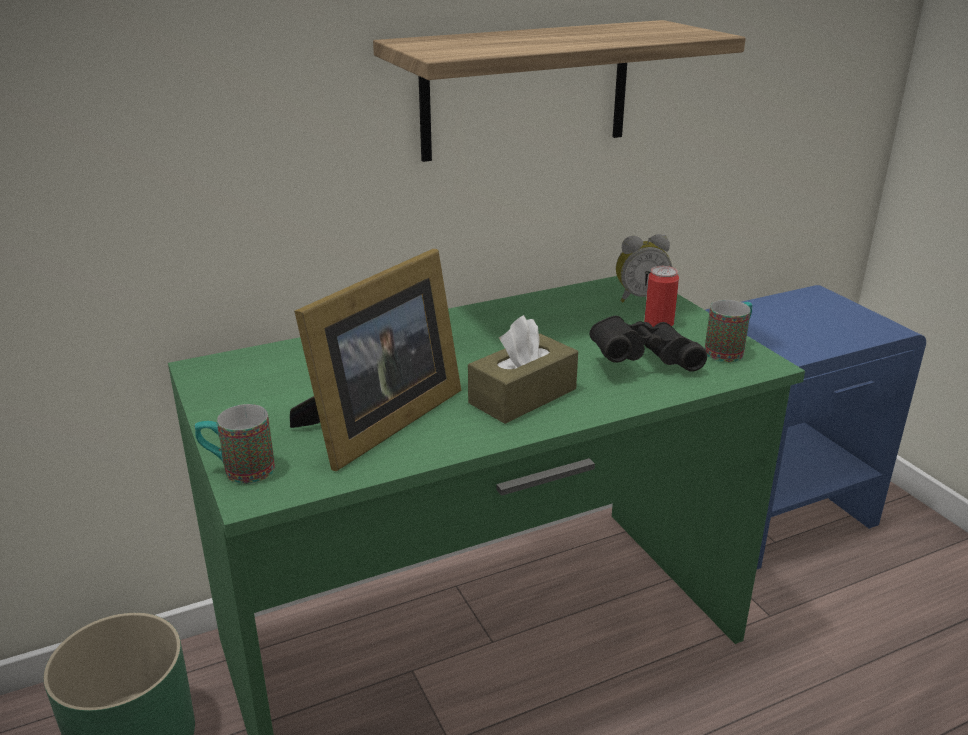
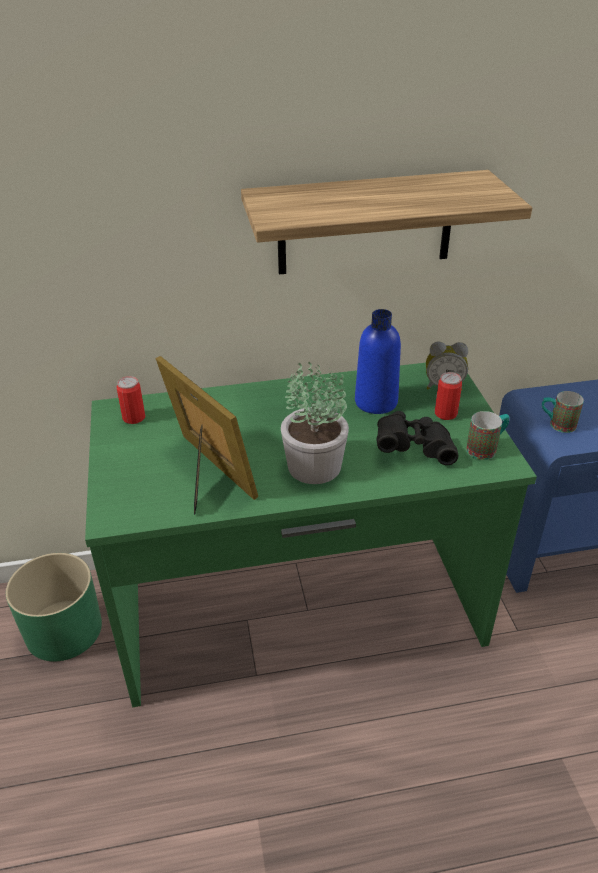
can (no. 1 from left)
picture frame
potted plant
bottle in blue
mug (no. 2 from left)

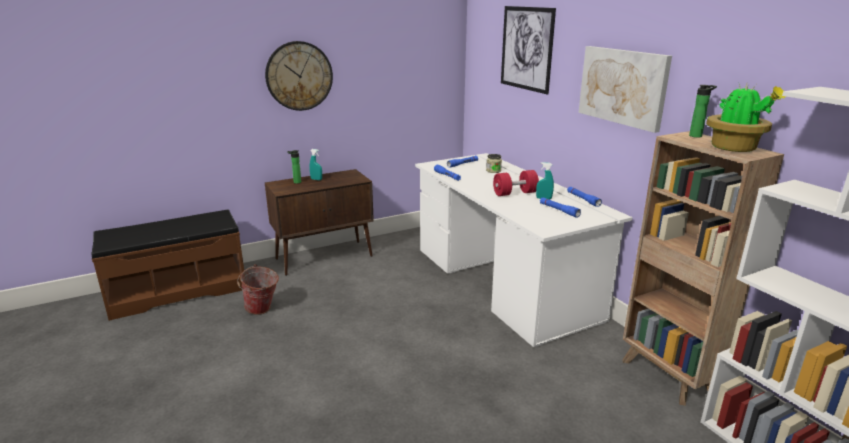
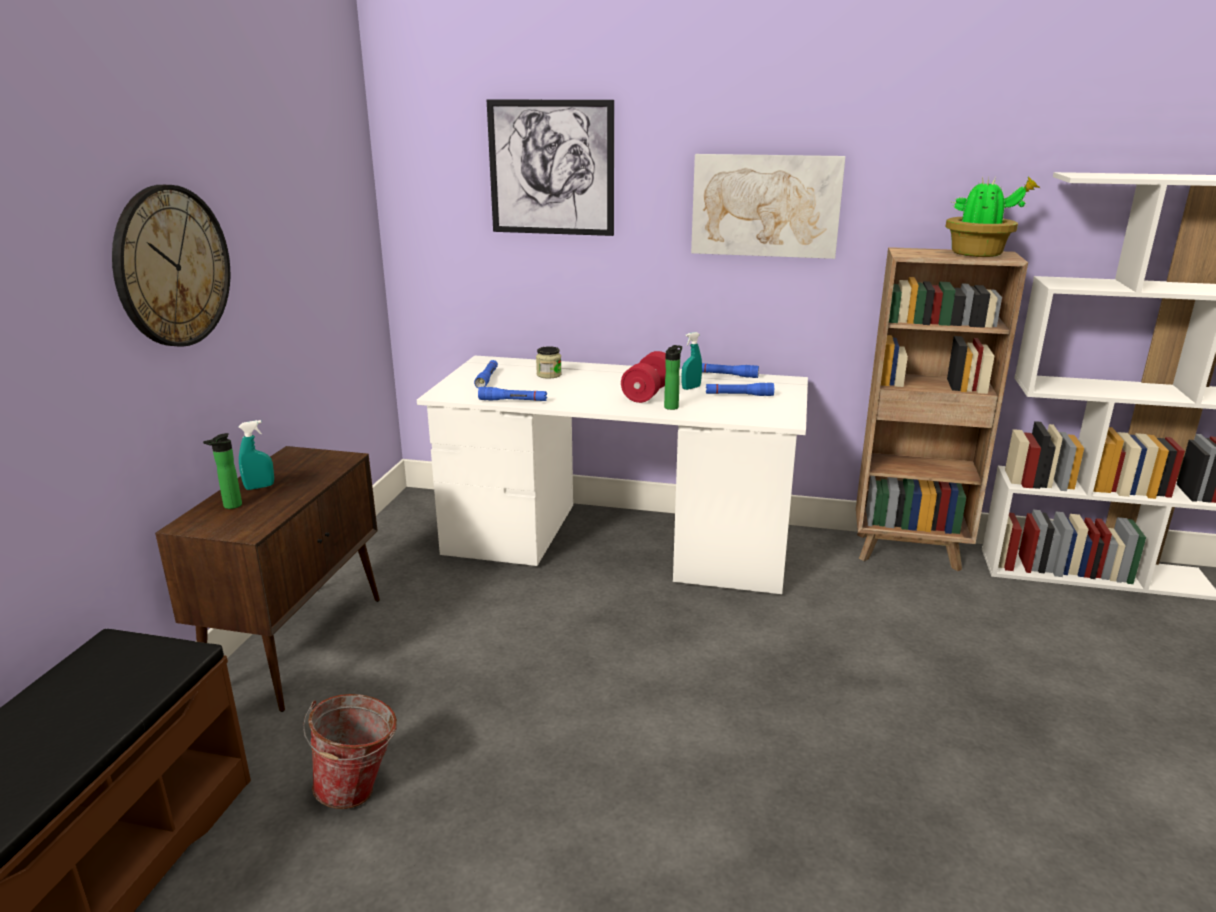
bottle (no. 2 from left)

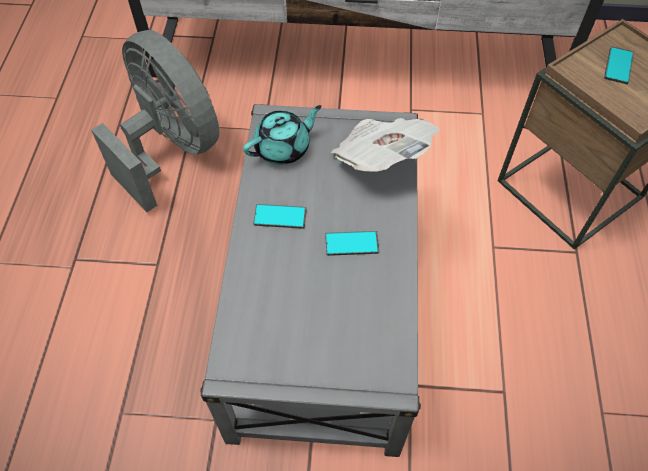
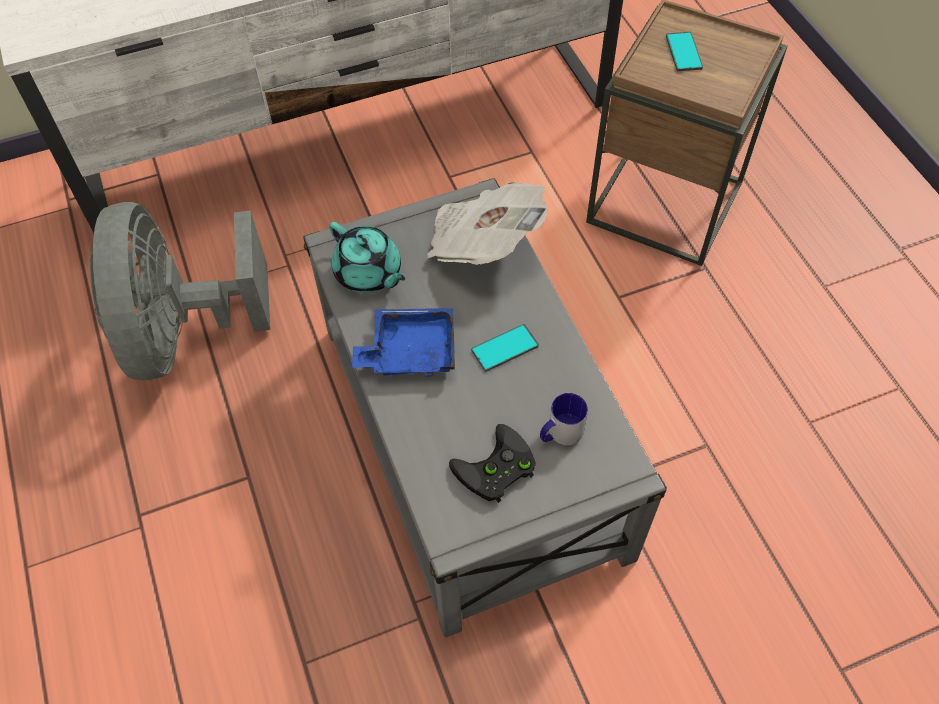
fan in grey
teapot in turquoise
tray in blue
game controller in black
mug

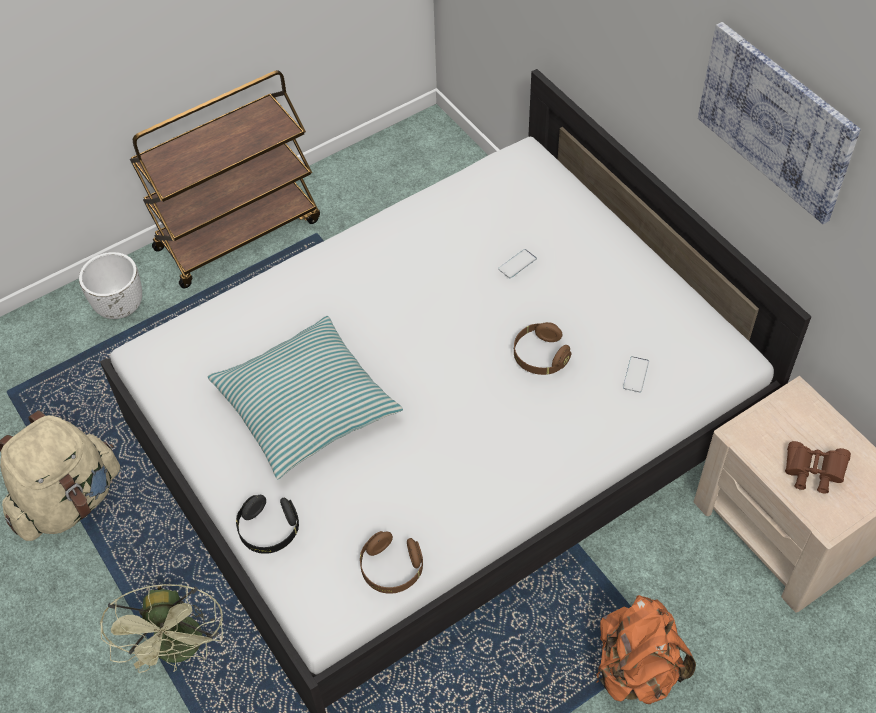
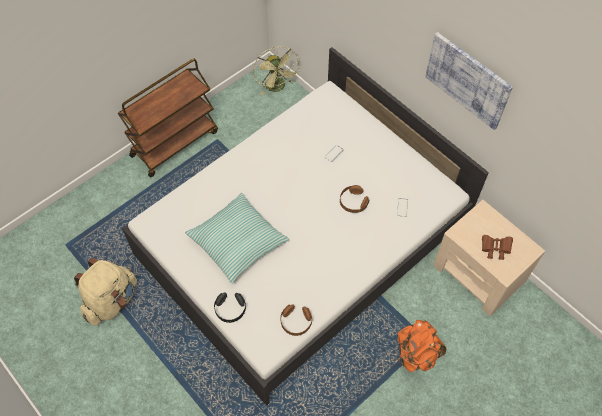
fan in green
planter in white

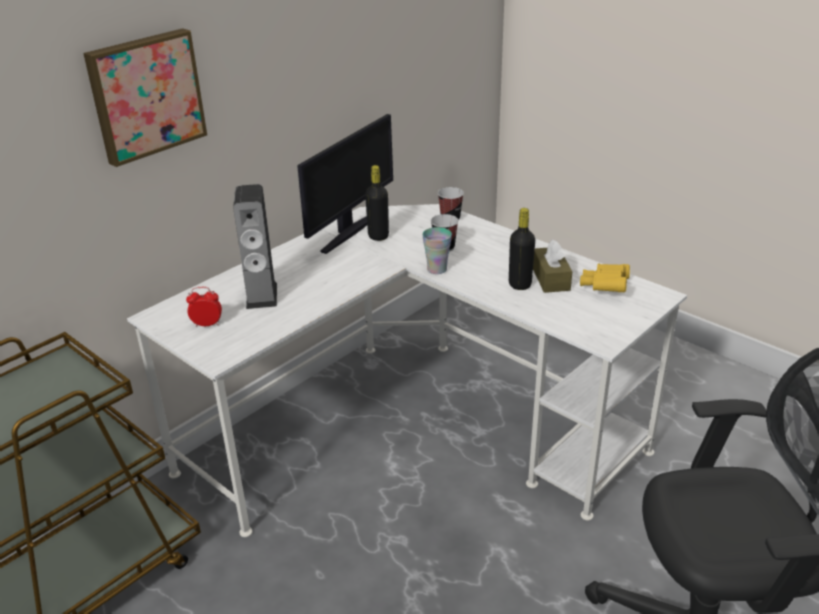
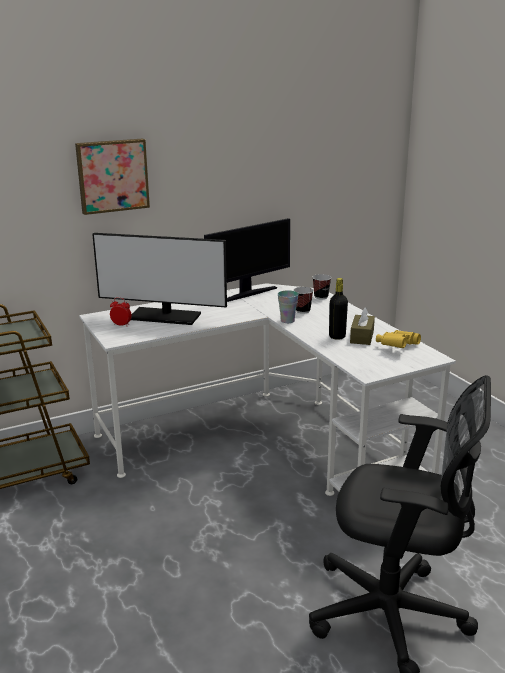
monitor (no. 1 from left)
bottle in black (no. 1 from left in the first image)

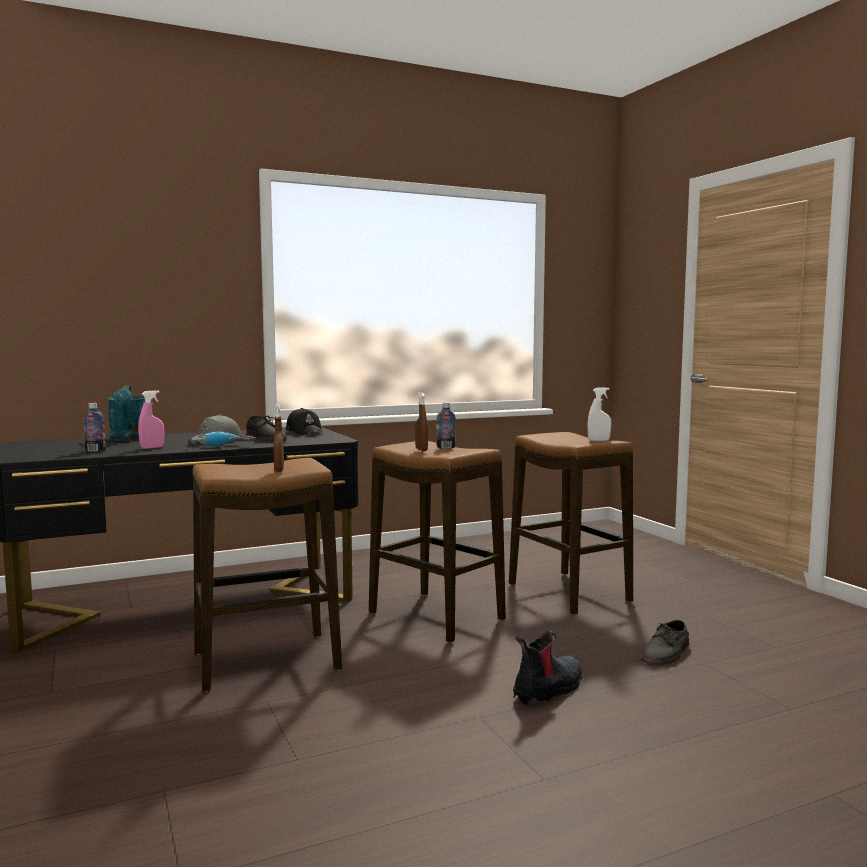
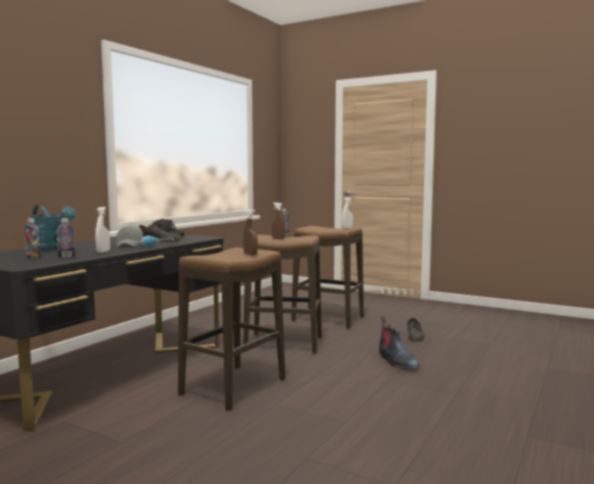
bottle (no. 1 from left)
spray bottle in white (no. 1 from left)
boot

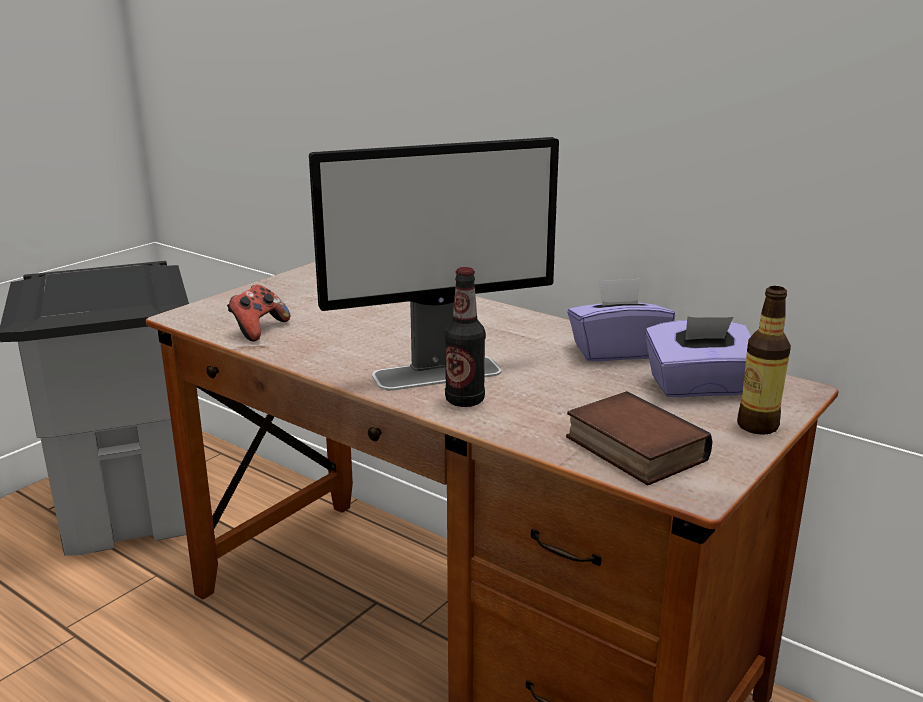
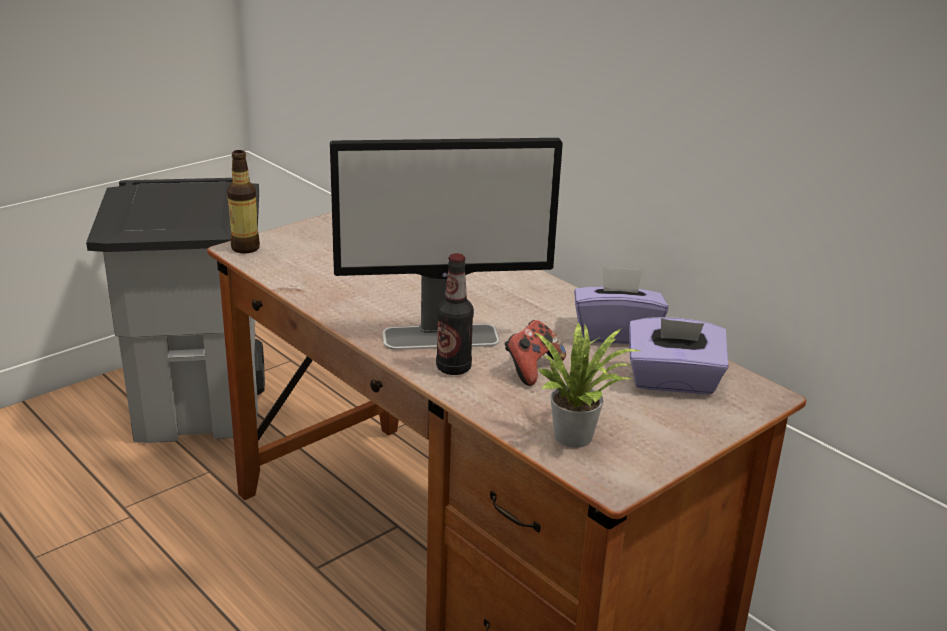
bottle (no. 1 from left)
game controller
potted plant

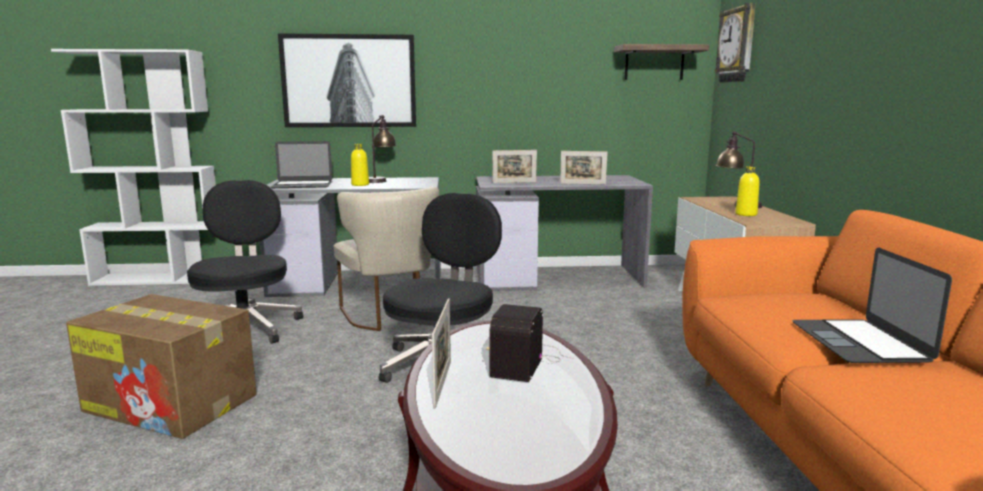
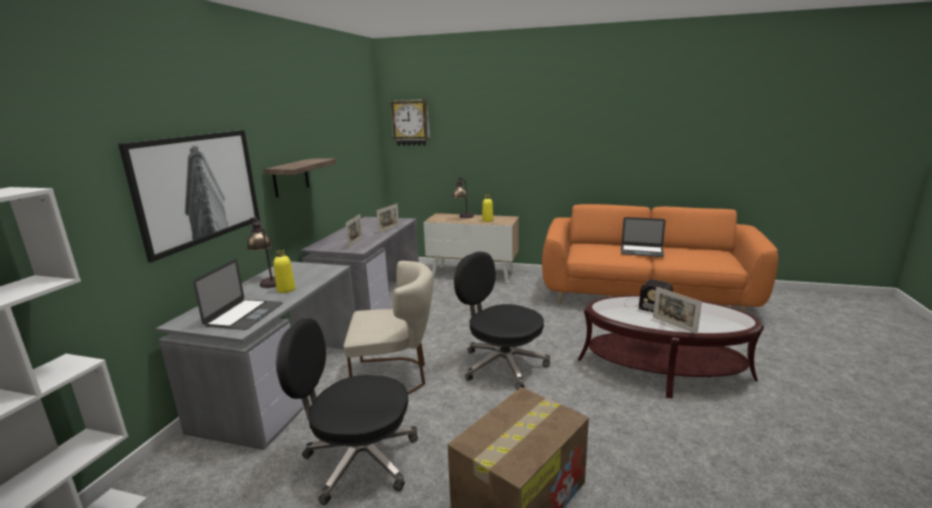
shelf
picture frame (no. 3 from left)

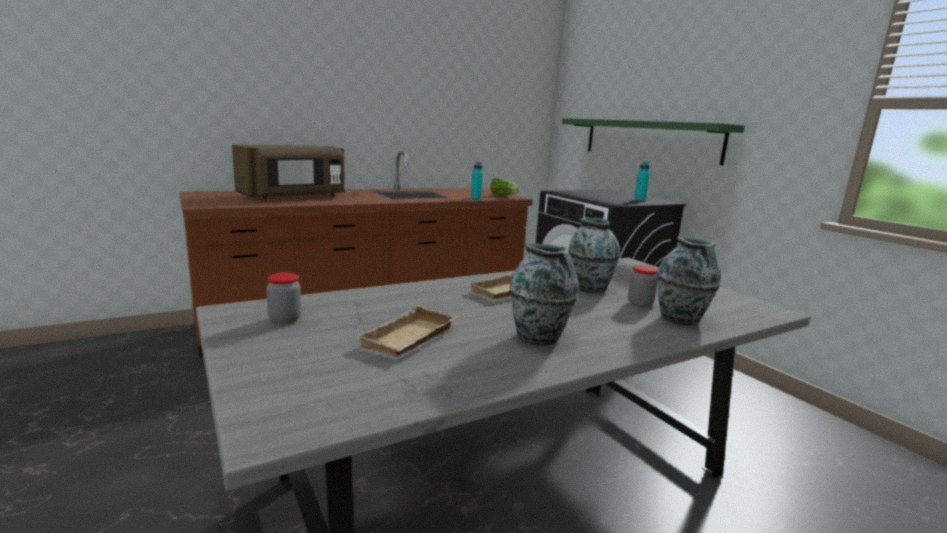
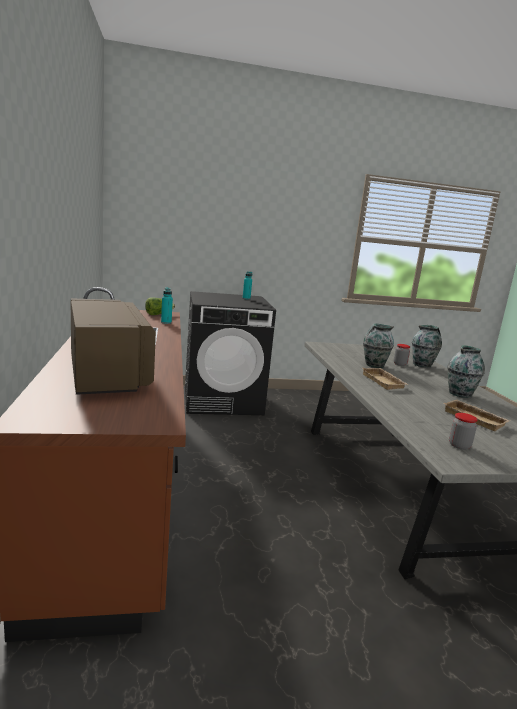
shelf in green

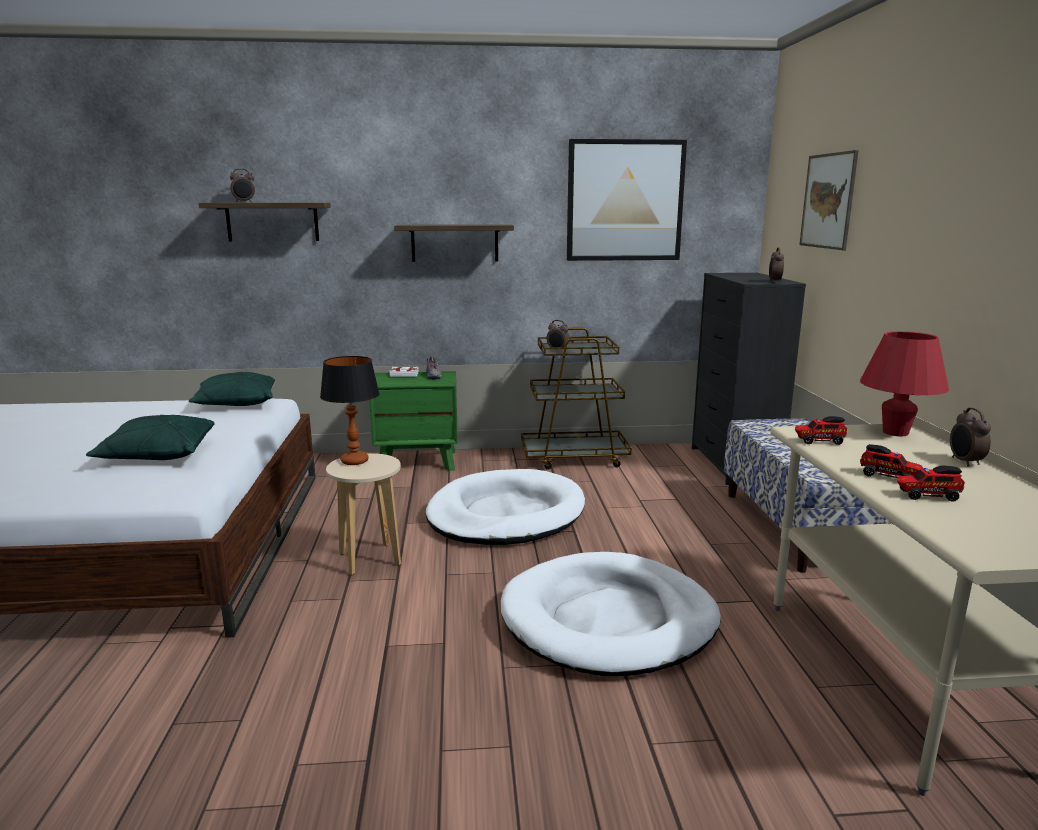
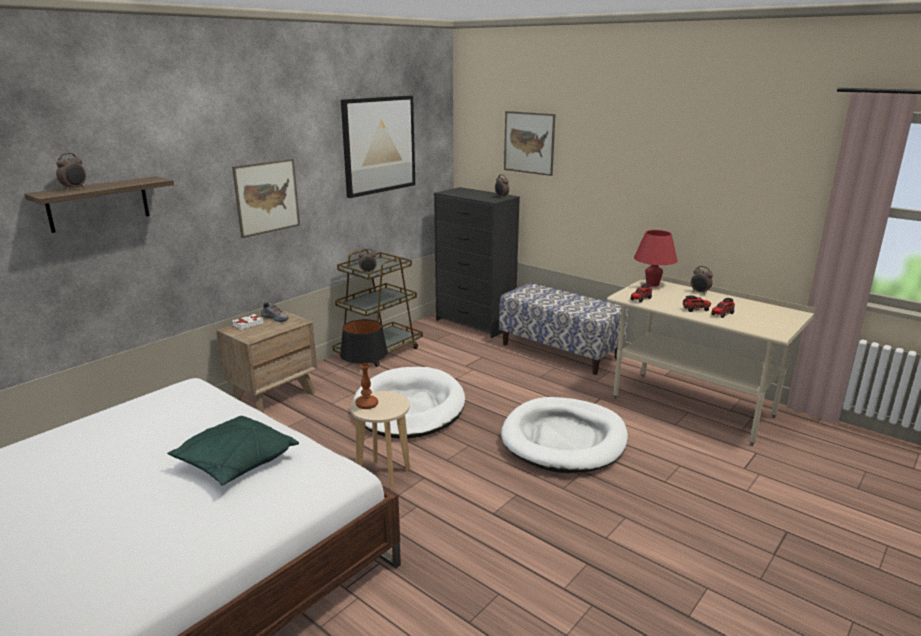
nightstand in brown
picture (no. 1 from left)
pillow in green (no. 2 from left in the first image)

